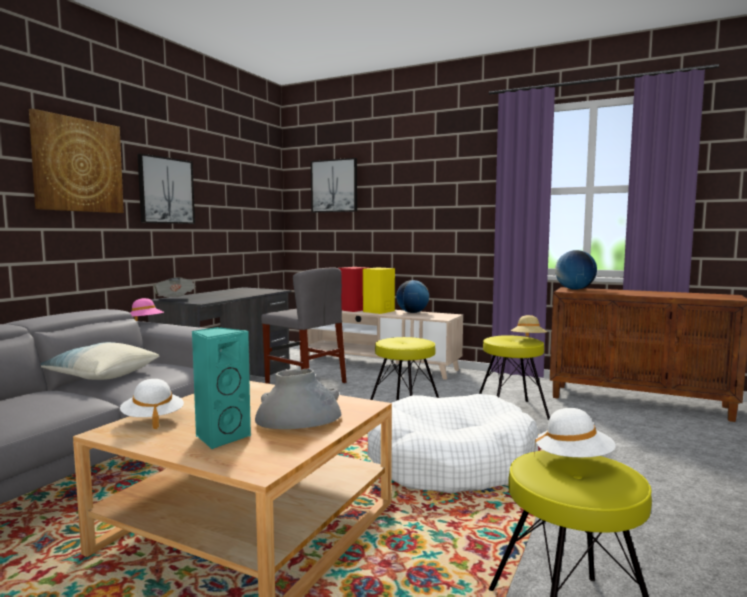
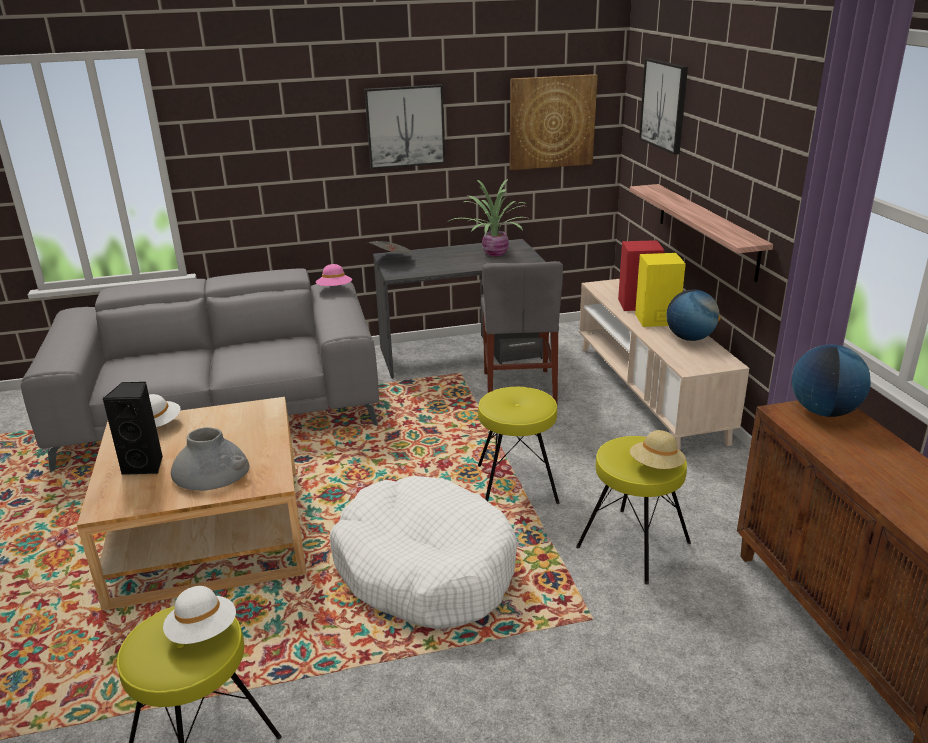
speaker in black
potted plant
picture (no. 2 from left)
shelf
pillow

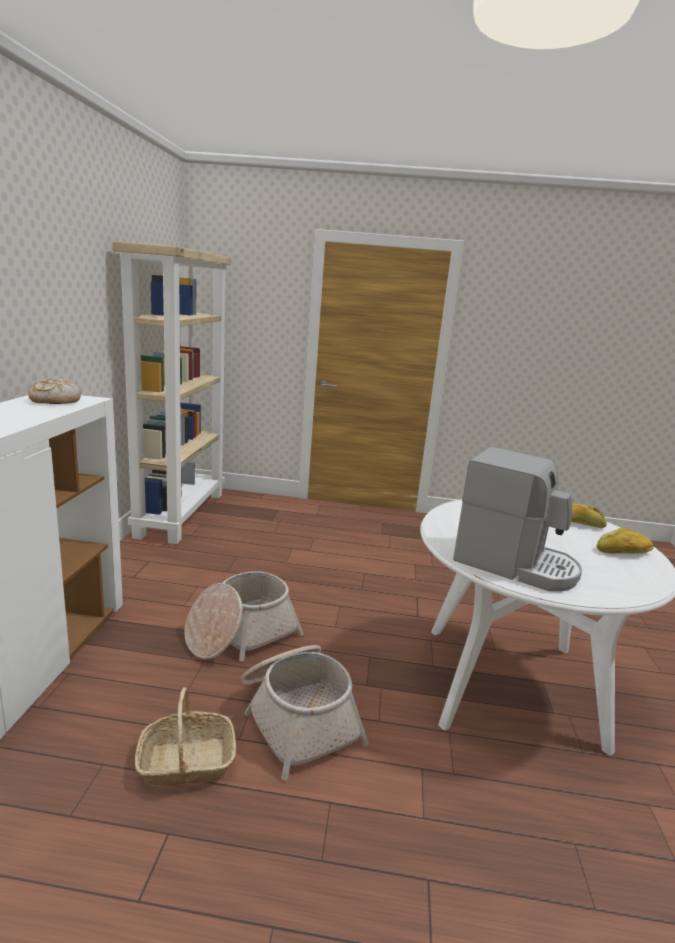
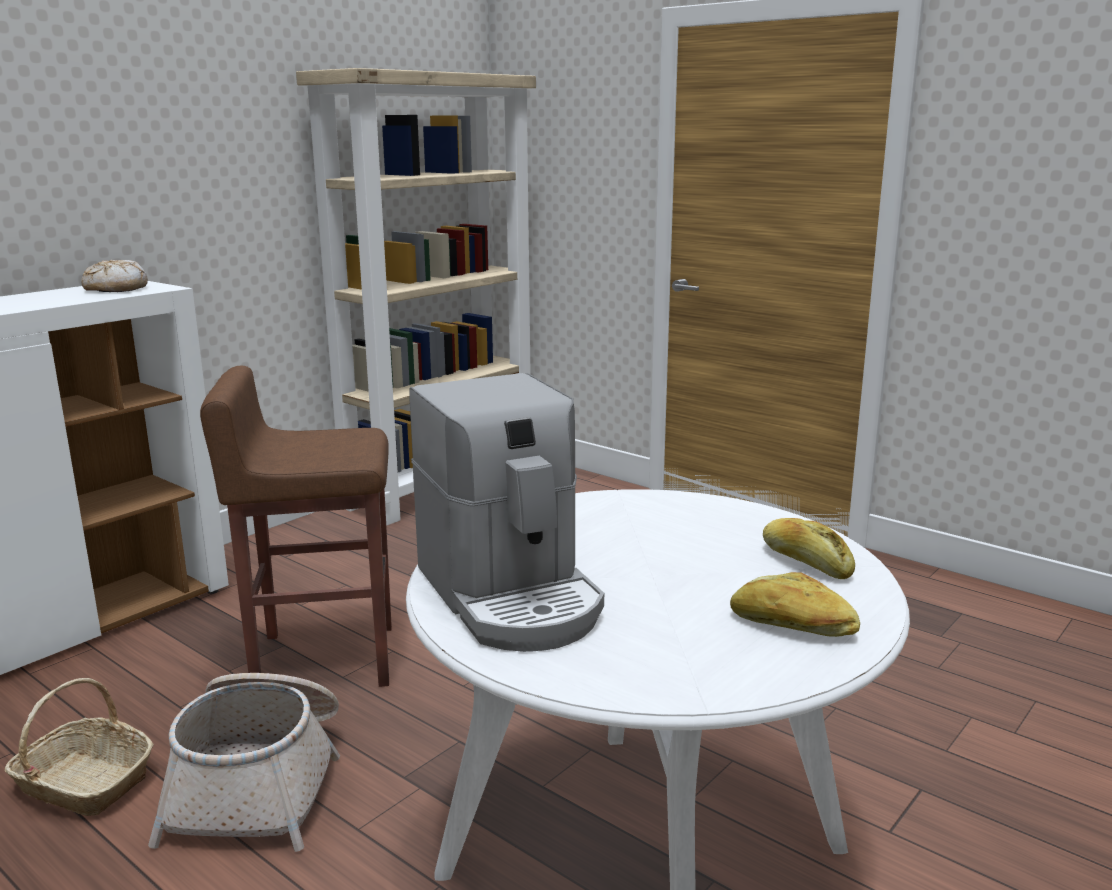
stool in brown

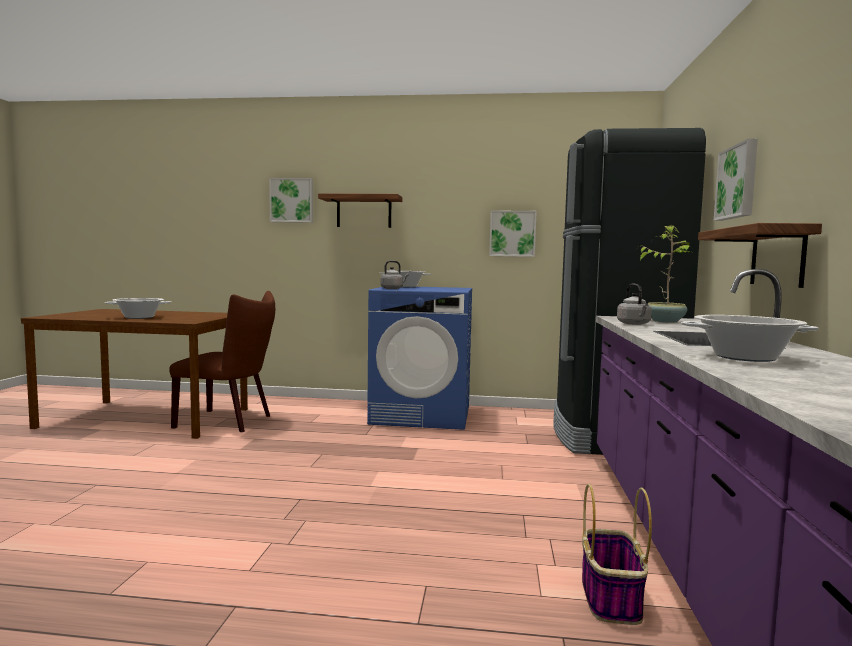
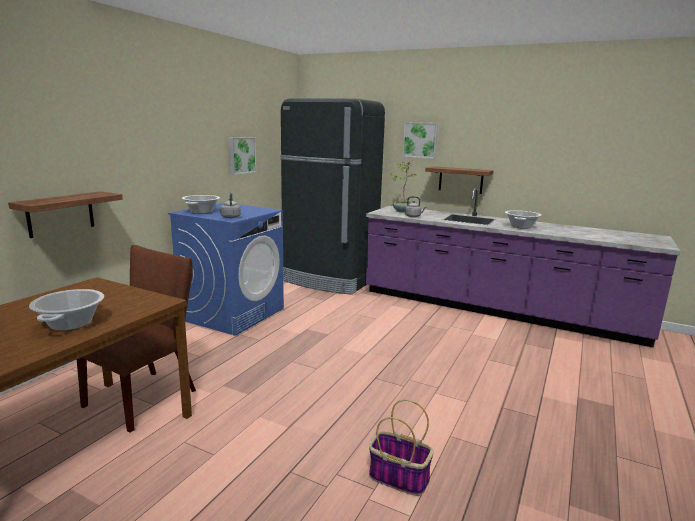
shelf (no. 1 from left)
basket
picture (no. 1 from left in the first image)

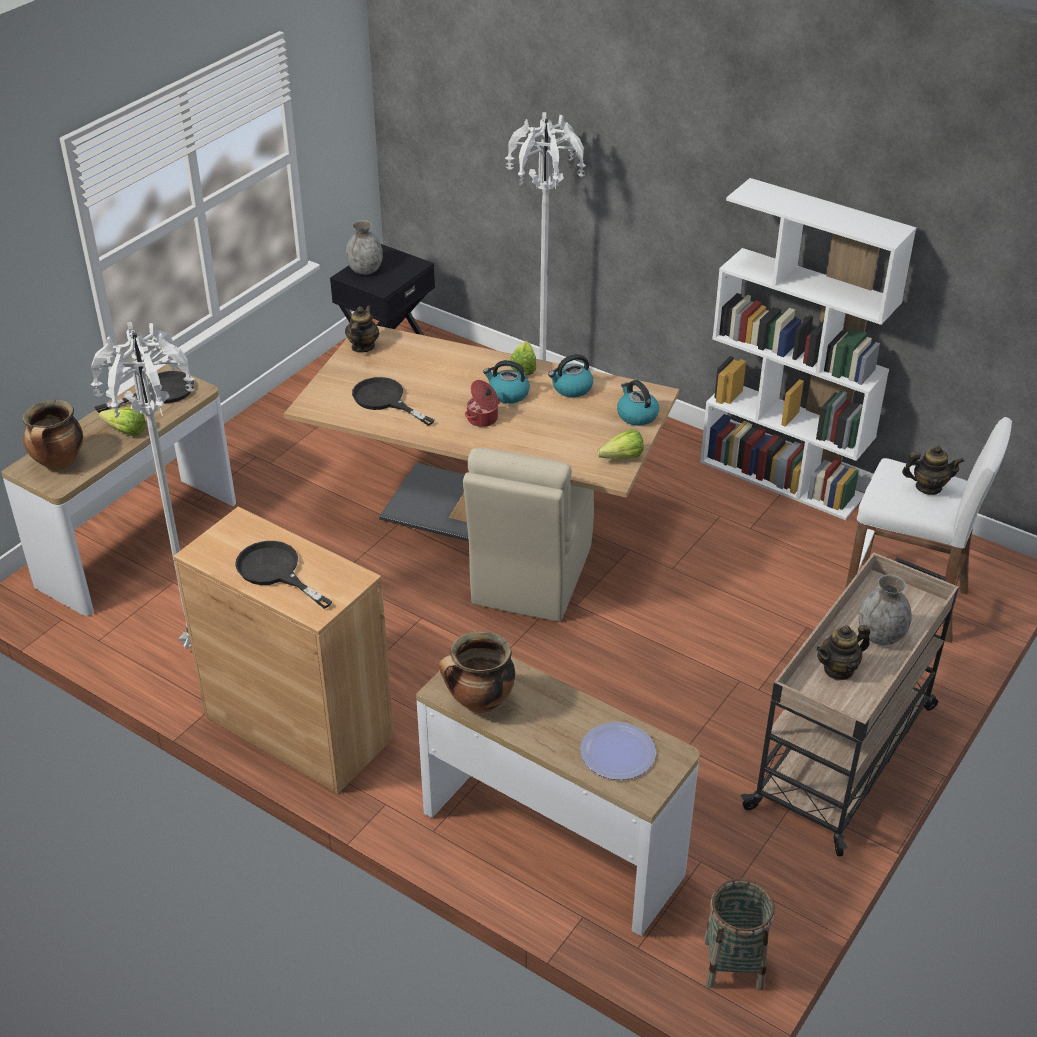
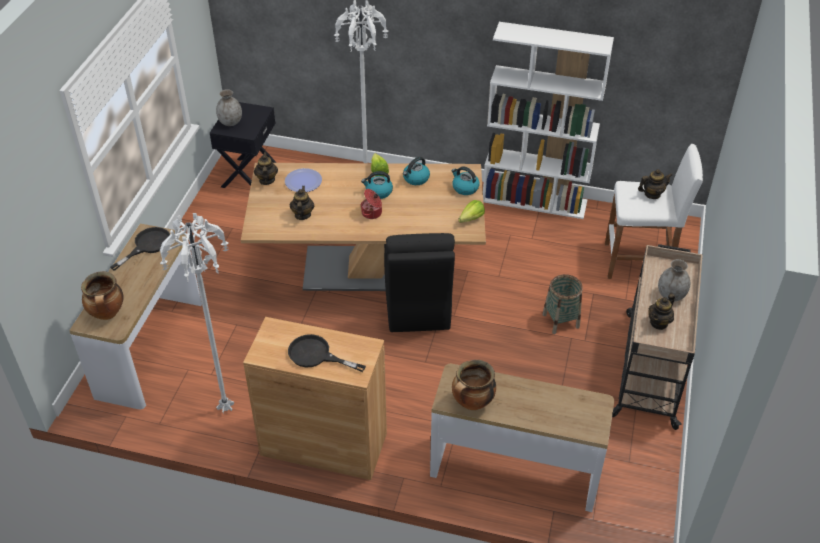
plate
teapot (no. 2 from left)
chair in black
basket
lettuce (no. 1 from left in the first image)

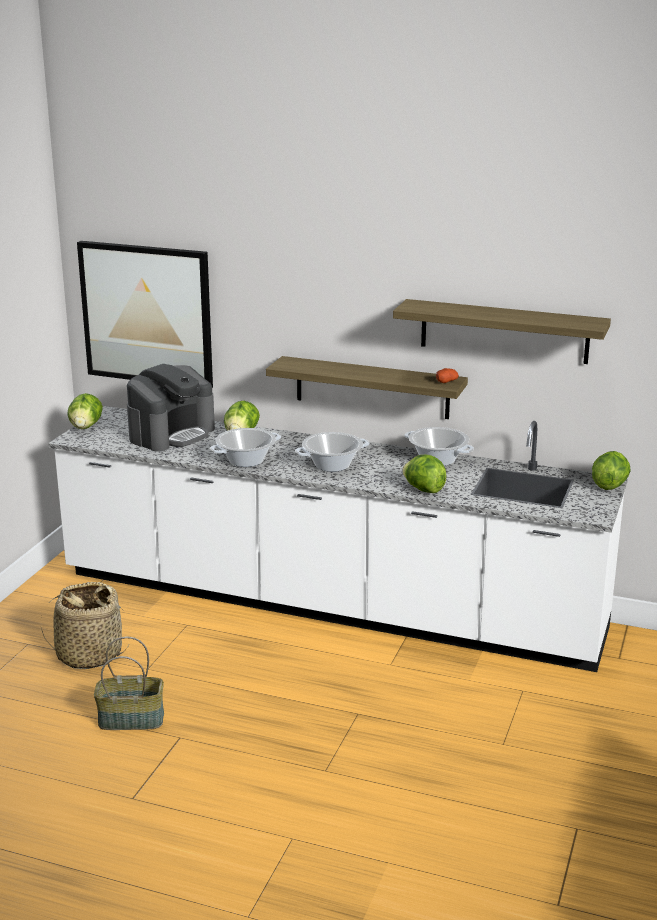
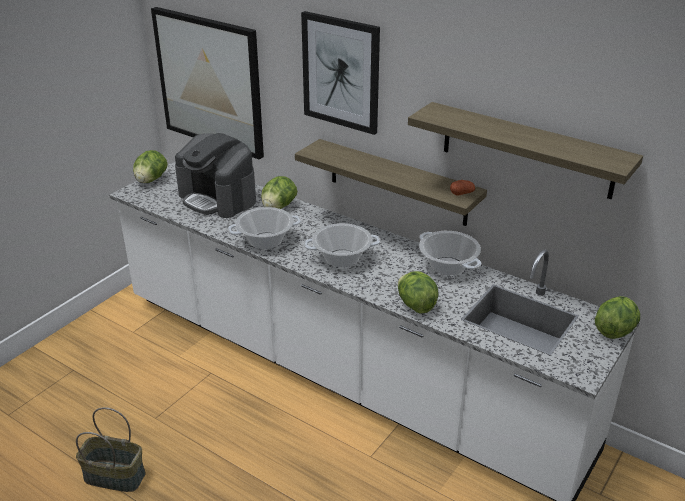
coffee machine
picture (no. 2 from left)
basket (no. 1 from left in the first image)

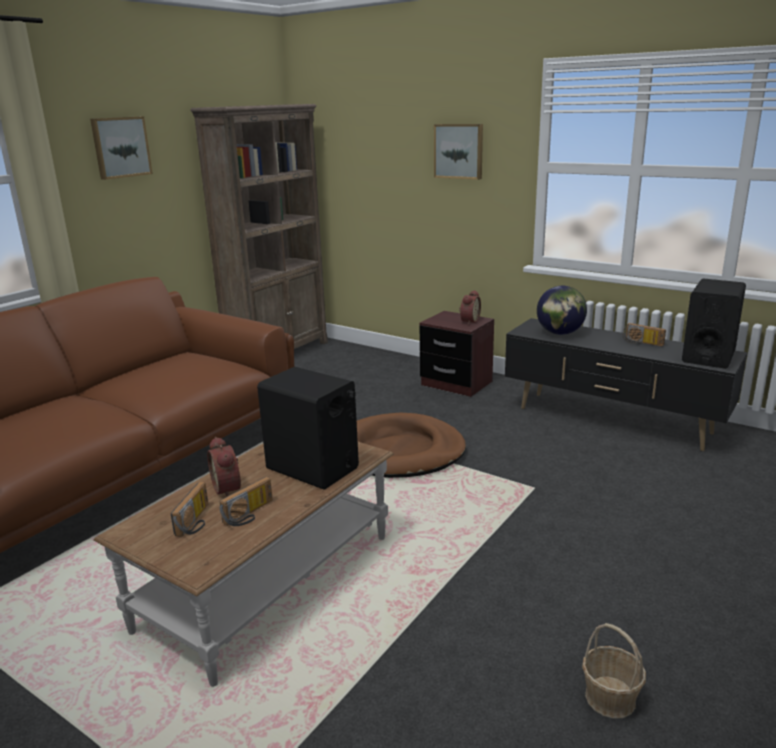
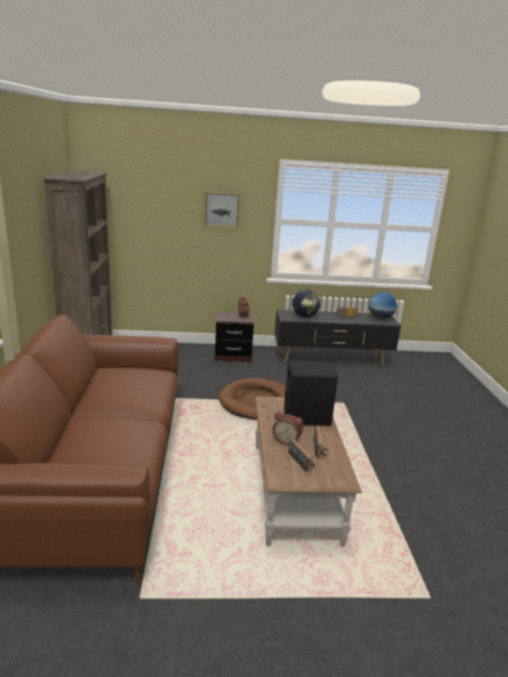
globe (no. 2 from left)
picture (no. 1 from left in the first image)
basket

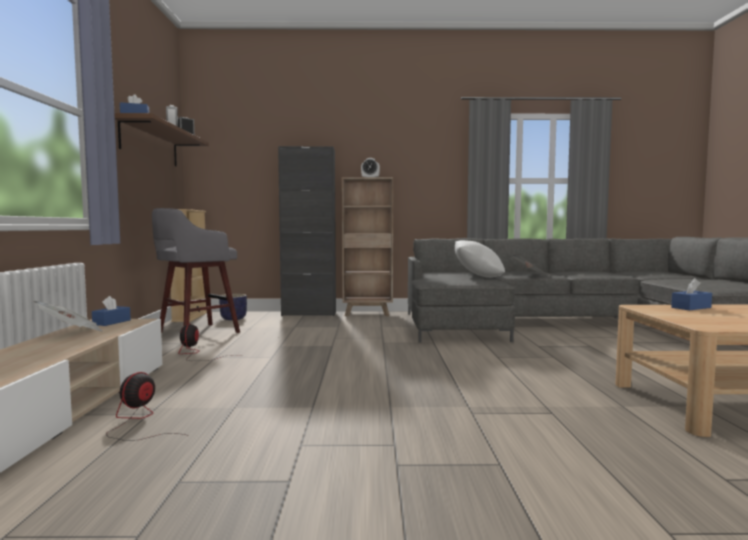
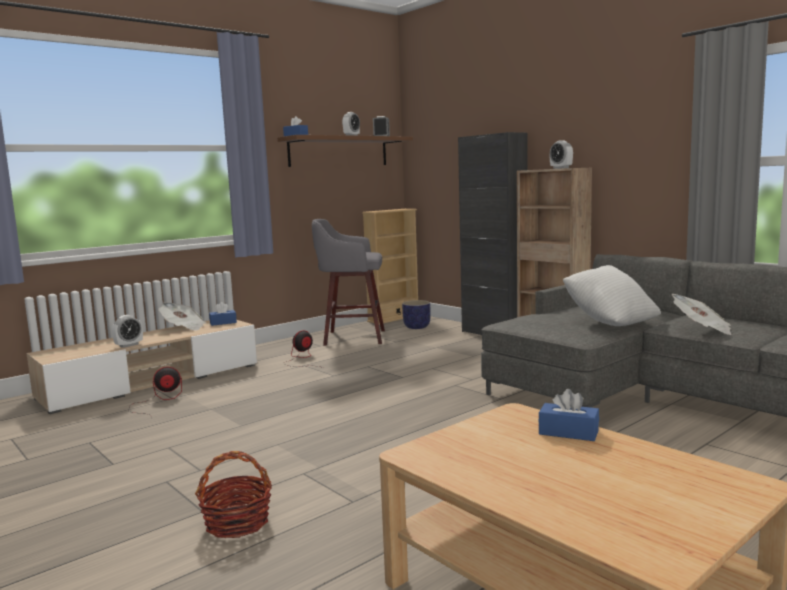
alarm clock (no. 1 from left)
basket

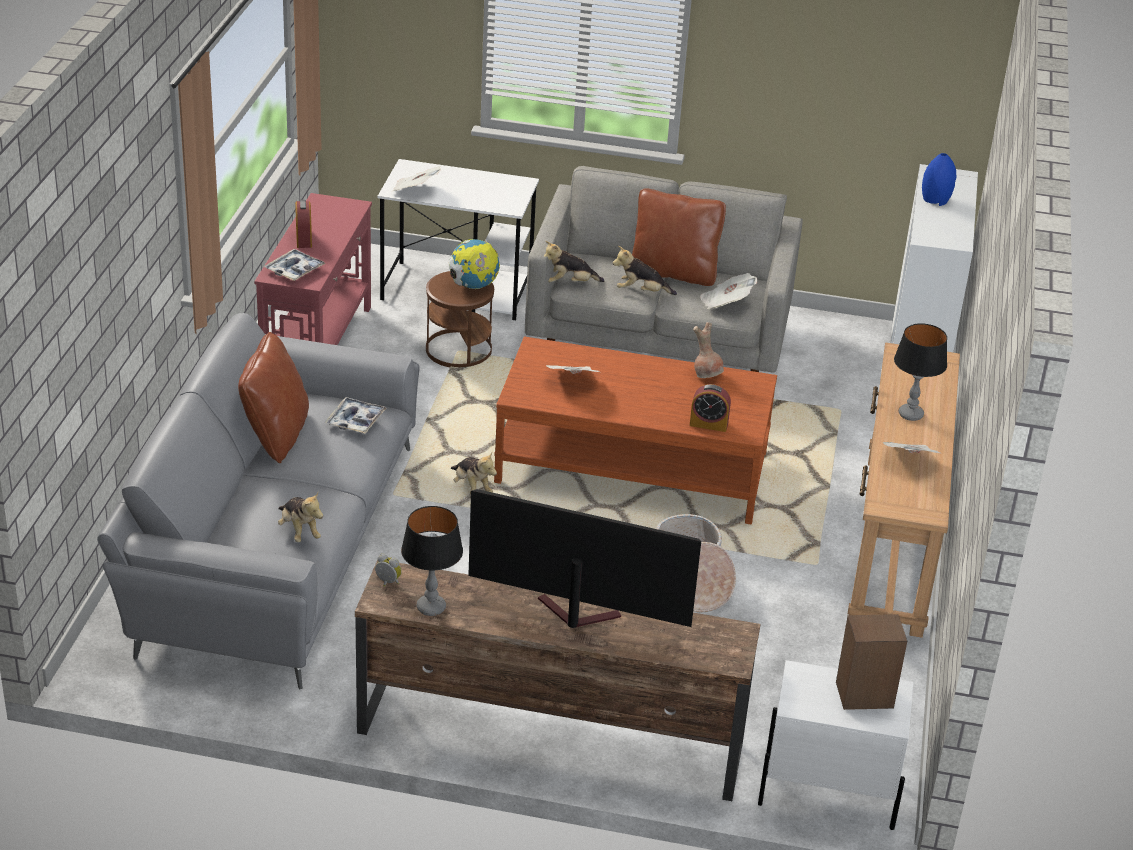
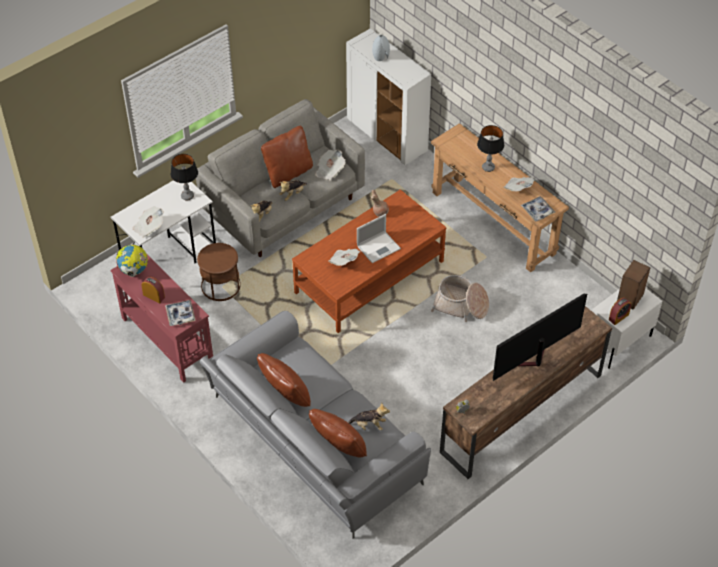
globe
table lamp (no. 1 from left)
pillow in brown (no. 3 from left)
laptop
vase in grey
tray (no. 2 from left)
alarm clock (no. 3 from left)
plush toy (no. 2 from left in the first image)

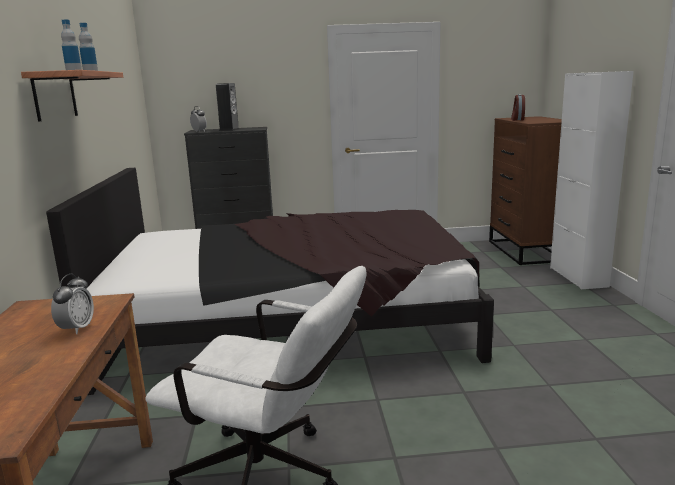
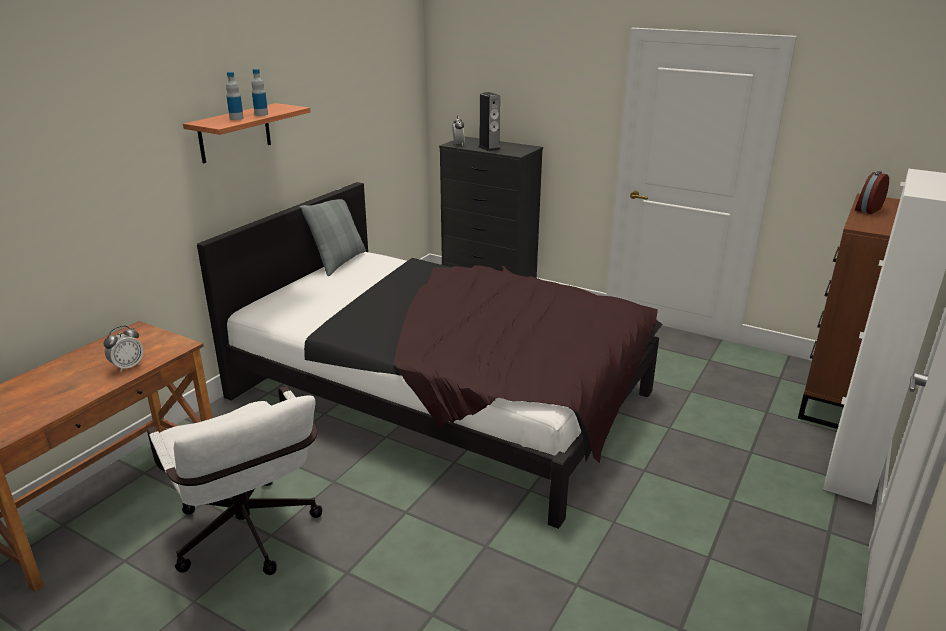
pillow in grey

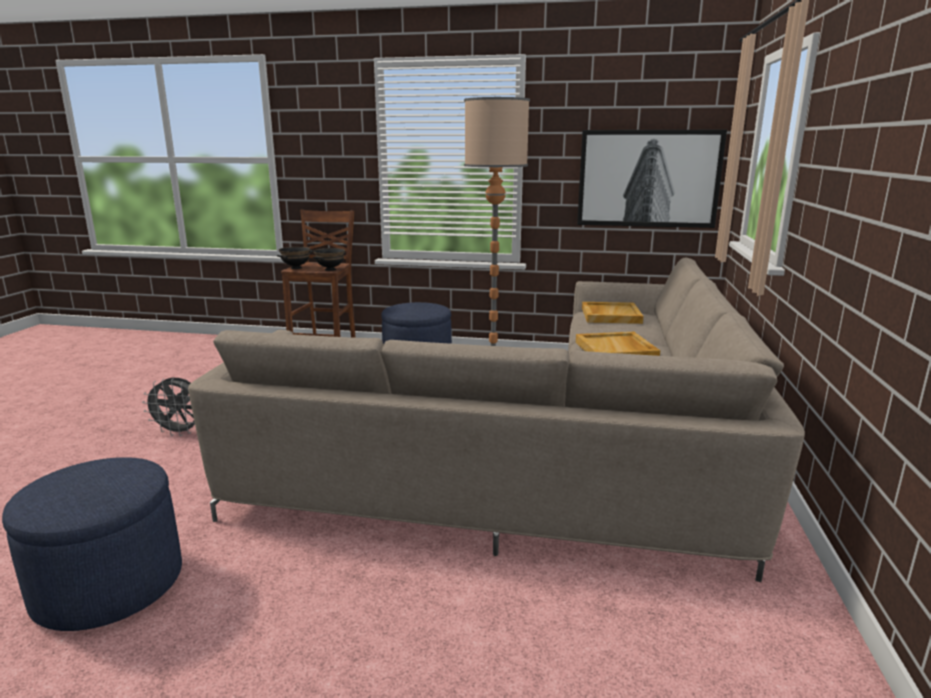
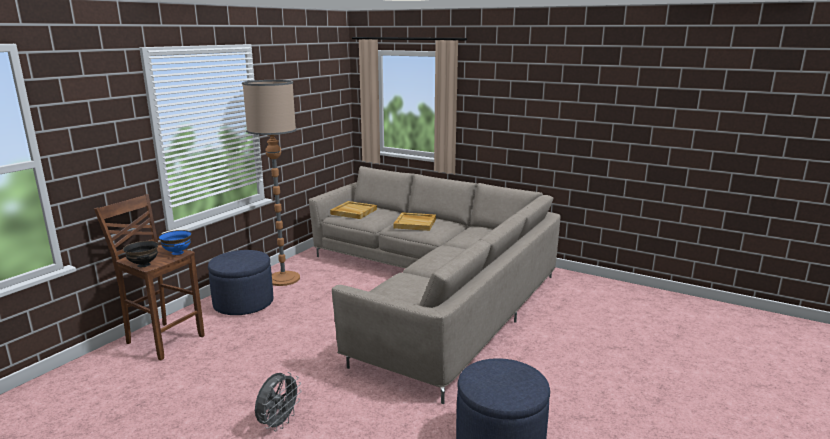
bowl in blue
picture

